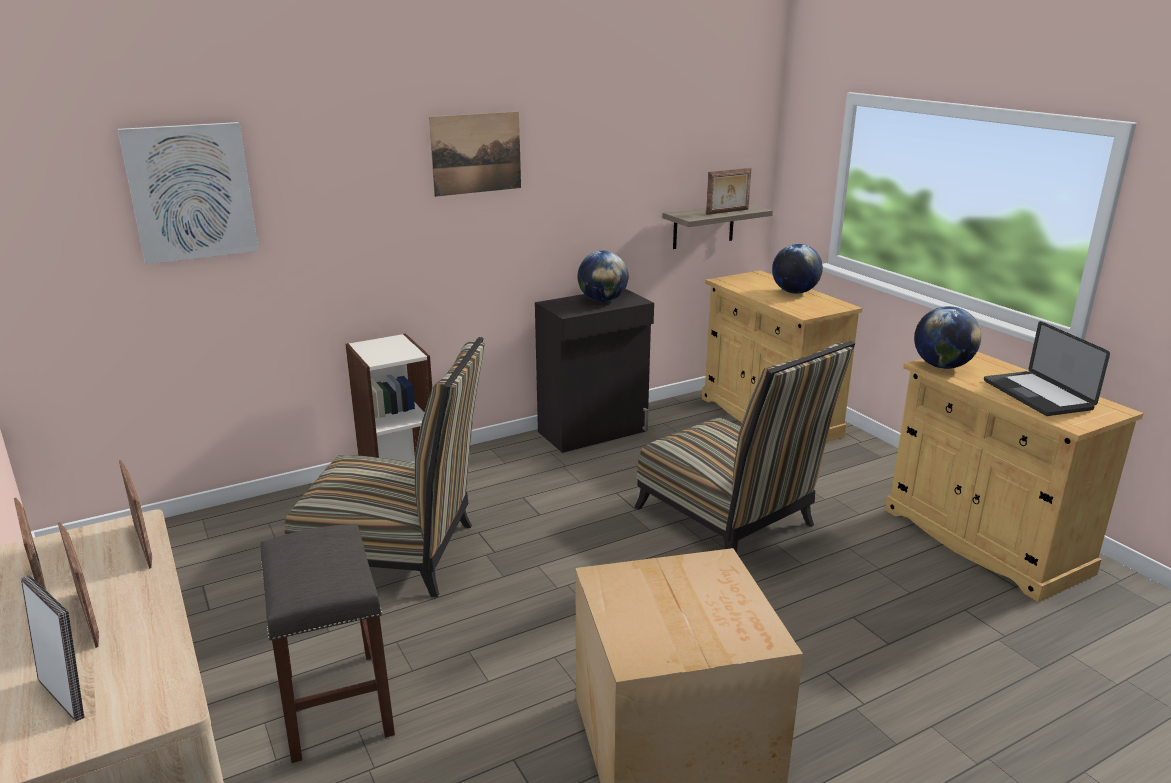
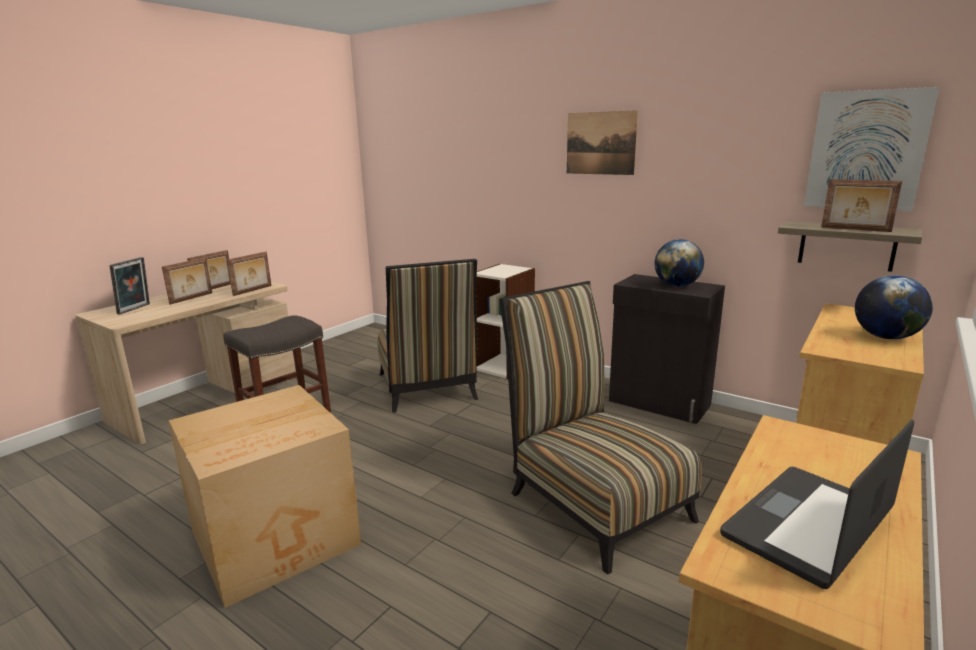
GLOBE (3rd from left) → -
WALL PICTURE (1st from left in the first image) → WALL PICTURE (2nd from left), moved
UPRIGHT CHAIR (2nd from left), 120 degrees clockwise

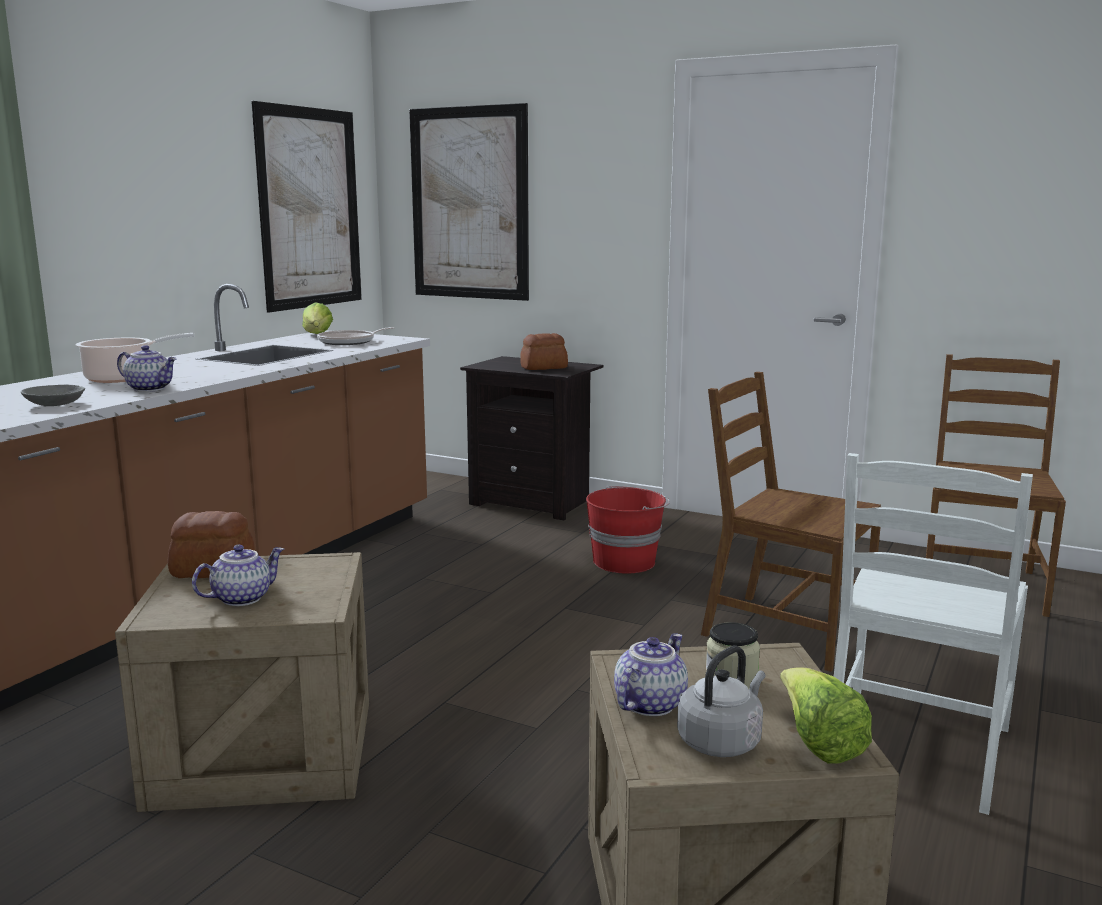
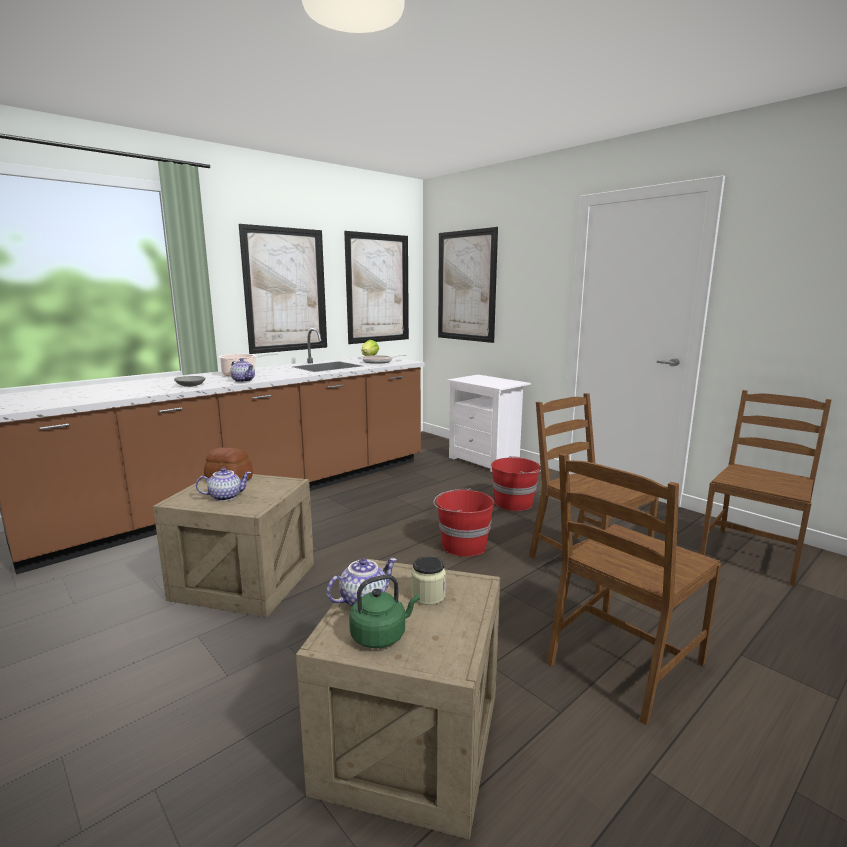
BREAD (2nd from left) → -
HEAD OF LETTUCE (2nd from left) → -
- → WALL PICTURE (1st from left)
- → REDDISH PAIL (1st from left)
BLACK NIGHT TABLE → WHITE-COLOURED NIGHT TABLE
GREYISH KETTLE → GREEN KETTLE
WHITE-COLOURED UPRIGHT CHAIR → BROWN-COLOURED UPRIGHT CHAIR (2nd from left)

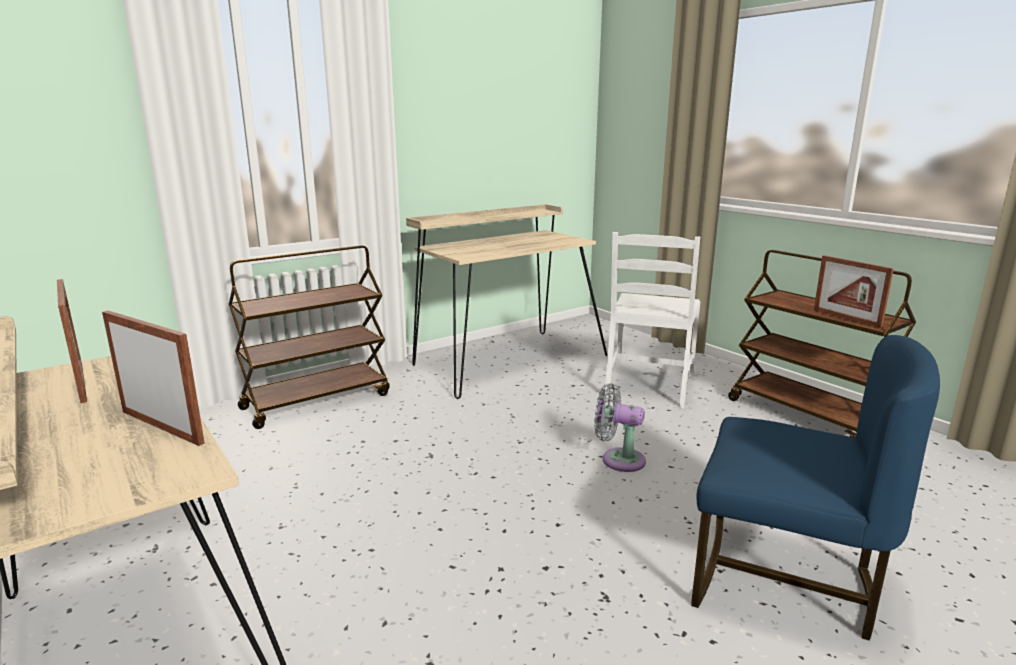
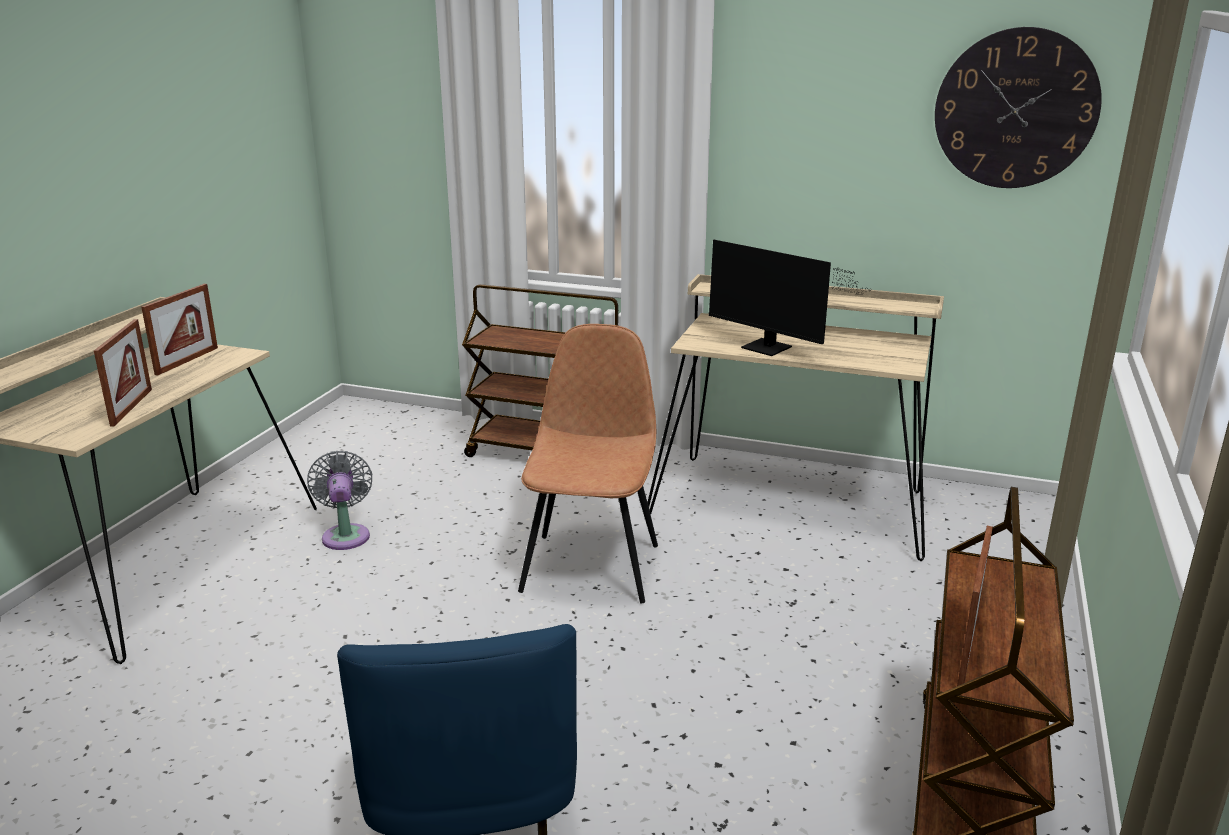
WHITE-COLOURED UPRIGHT CHAIR → -
- → BROWN-COLOURED UPRIGHT CHAIR
- → COMPUTER SCREEN
- → CLOCK ON THE WALL
GREYISH ELECTRIC FAN, moved

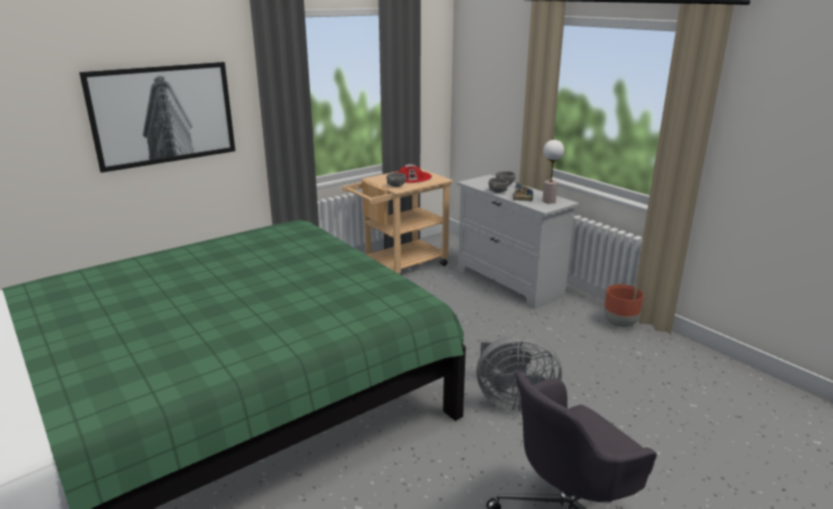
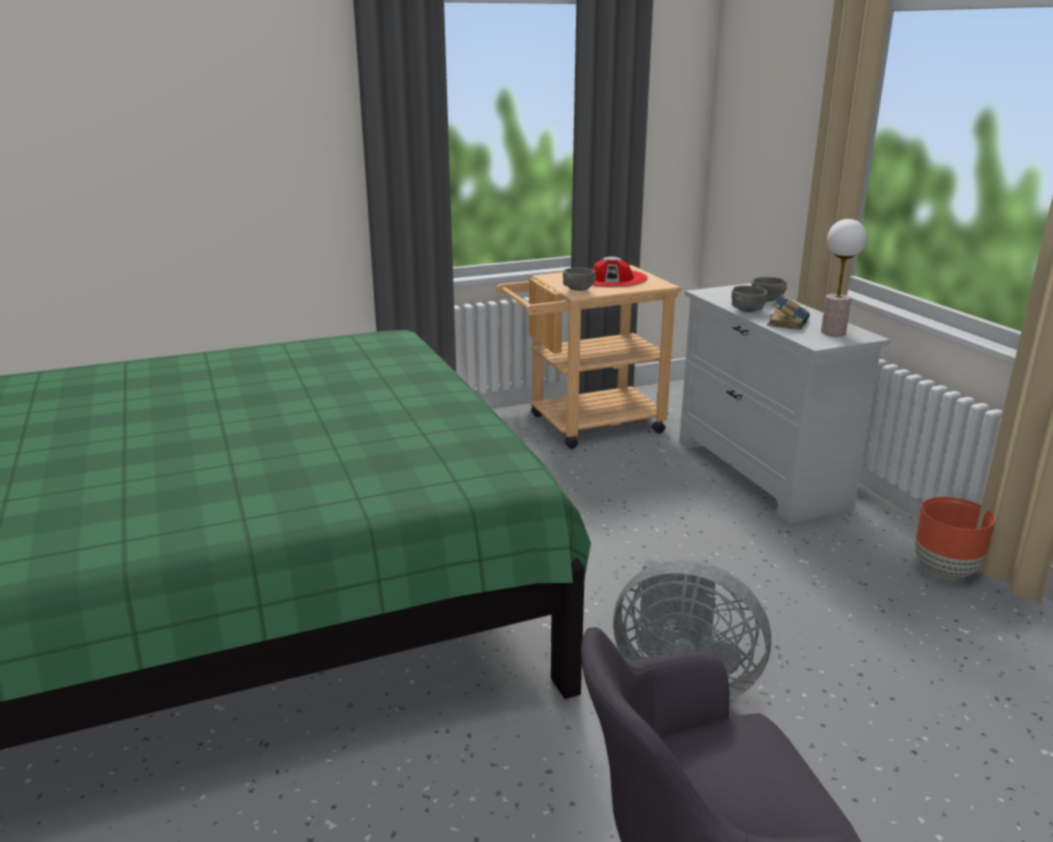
WALL PICTURE → -

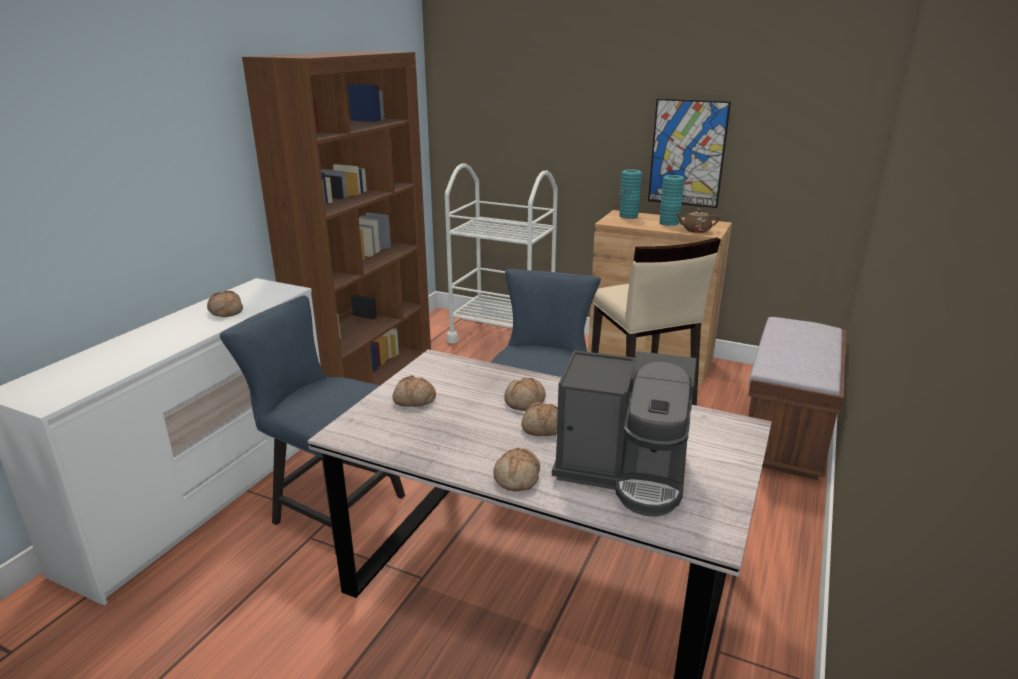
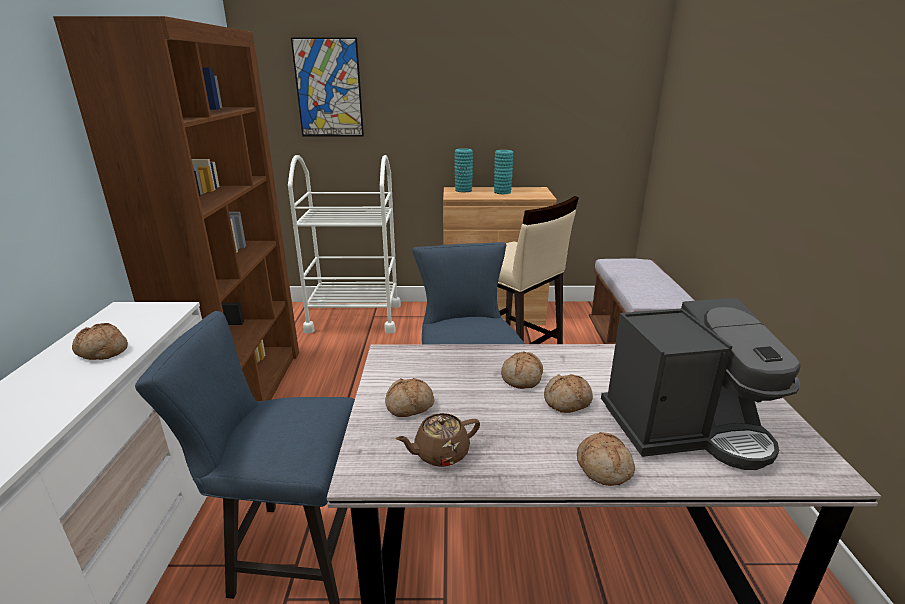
WALL PICTURE, moved
BROWN-COLOURED POT FOR TEA, moved

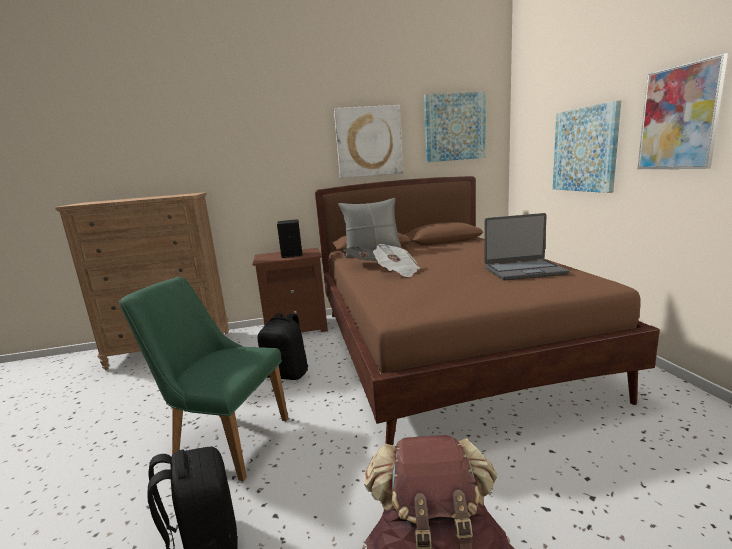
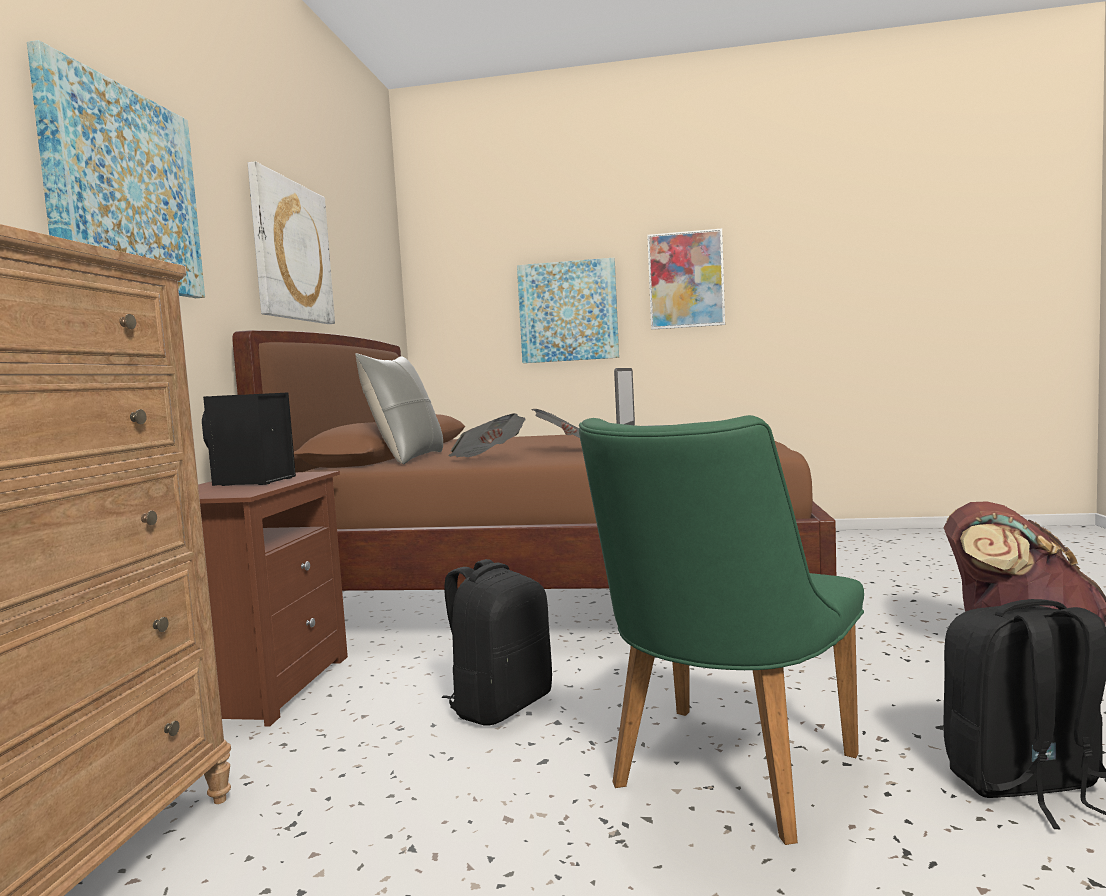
WALL PICTURE (2nd from left in the first image) → WALL PICTURE (1st from left), moved

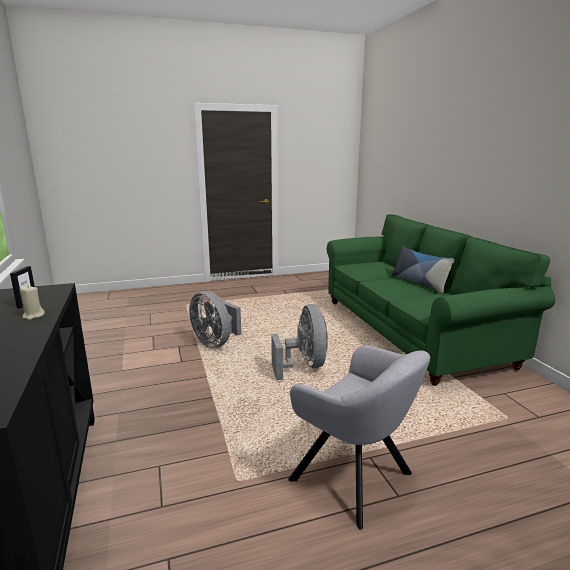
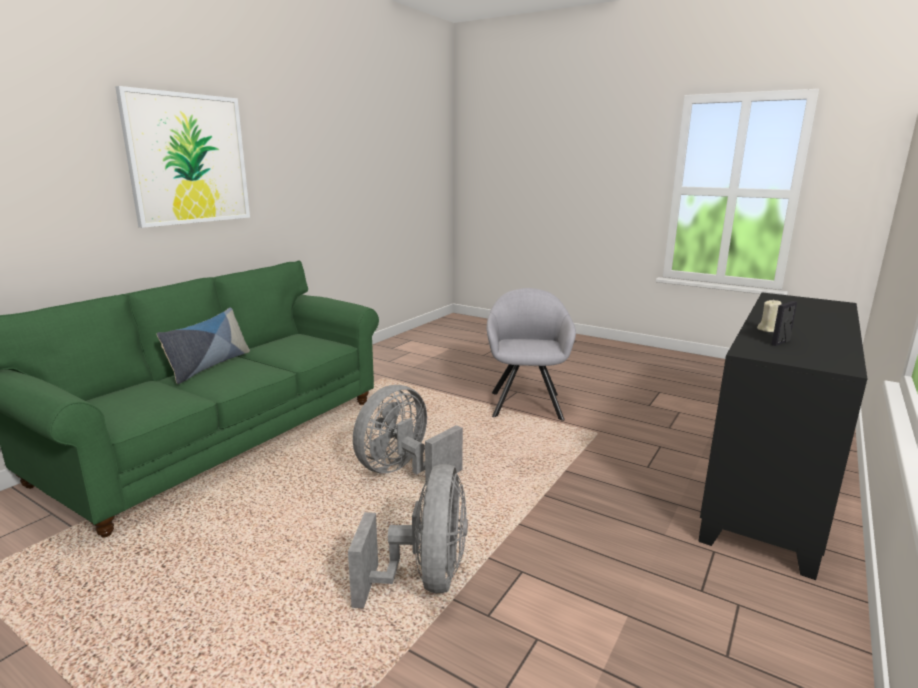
- → WALL PICTURE

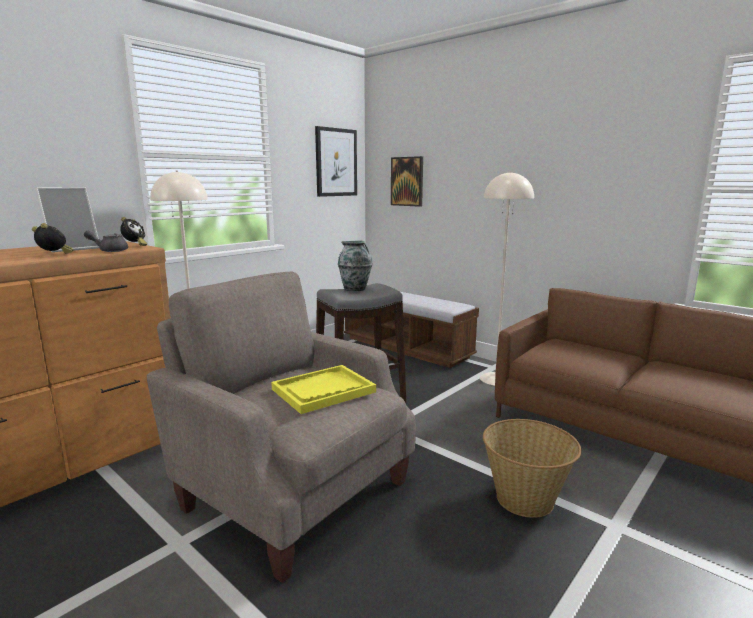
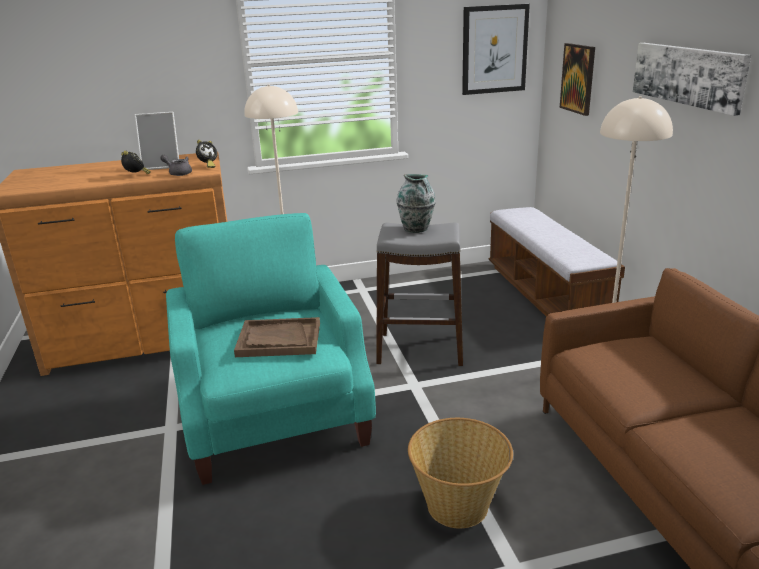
- → WALL PICTURE (3rd from left)
SAND-COLOURED ARMCHAIR → TURQUOISE-COLOURED ARMCHAIR
YELLOW-COLOURED CARRYING TRAY → BROWN-COLOURED CARRYING TRAY

